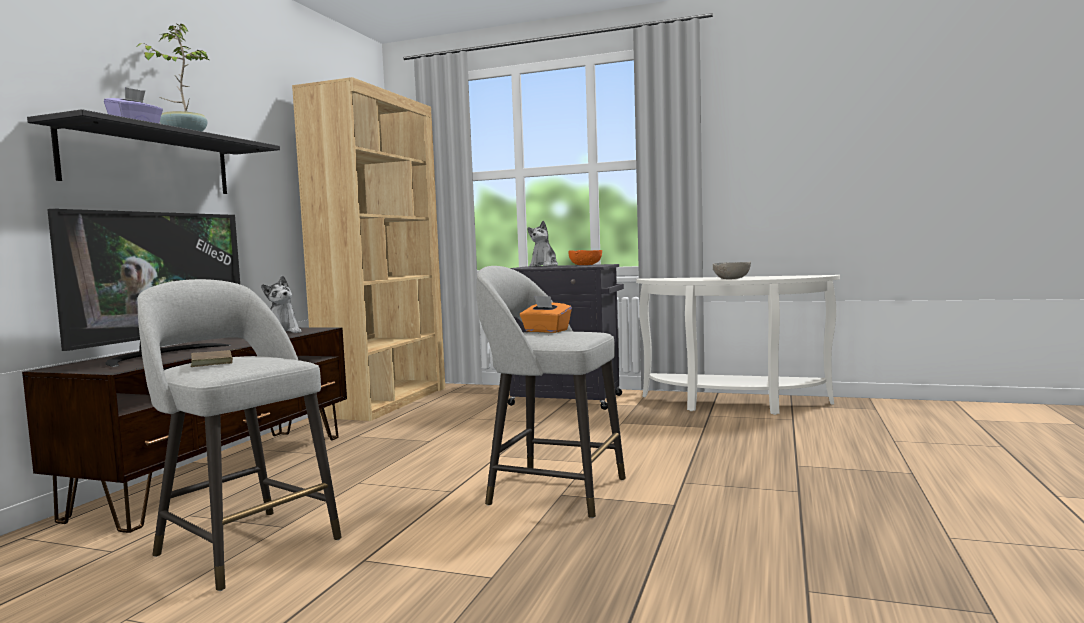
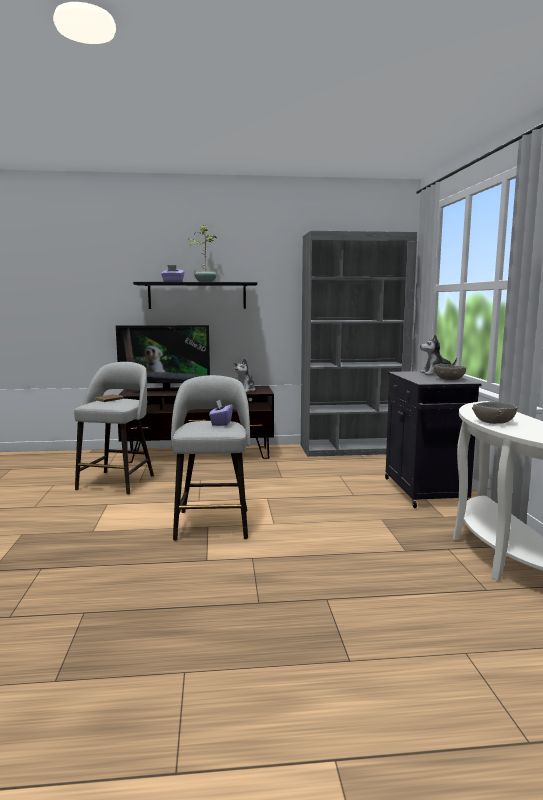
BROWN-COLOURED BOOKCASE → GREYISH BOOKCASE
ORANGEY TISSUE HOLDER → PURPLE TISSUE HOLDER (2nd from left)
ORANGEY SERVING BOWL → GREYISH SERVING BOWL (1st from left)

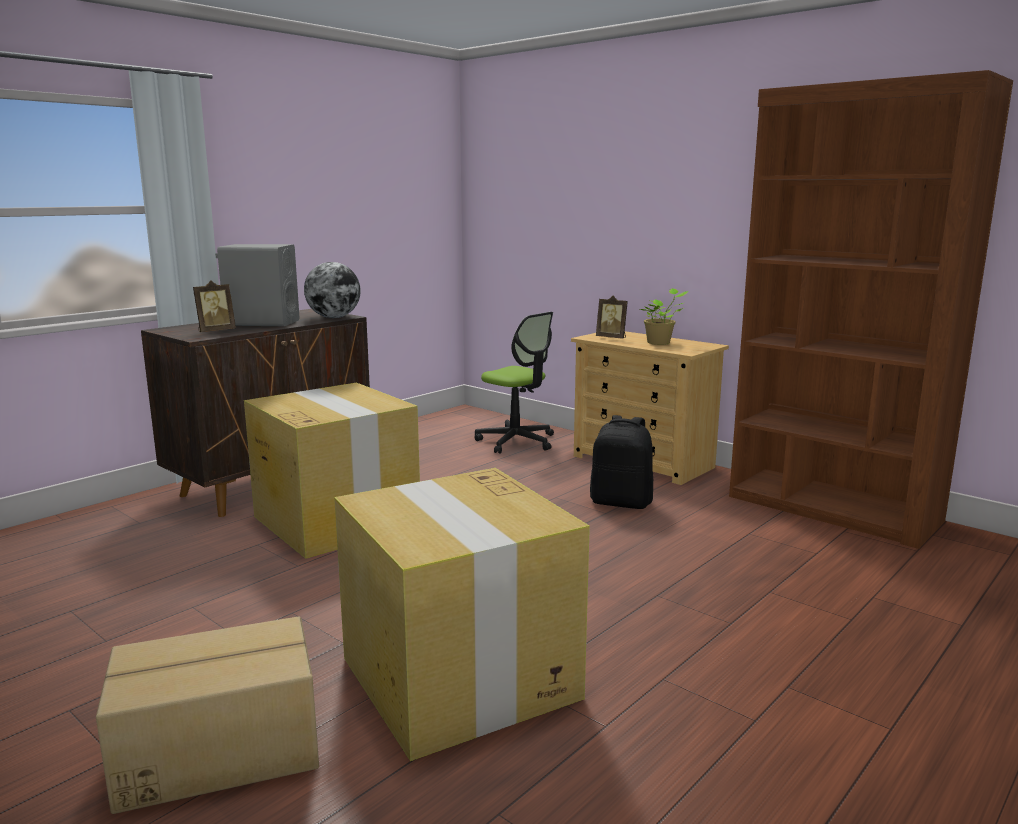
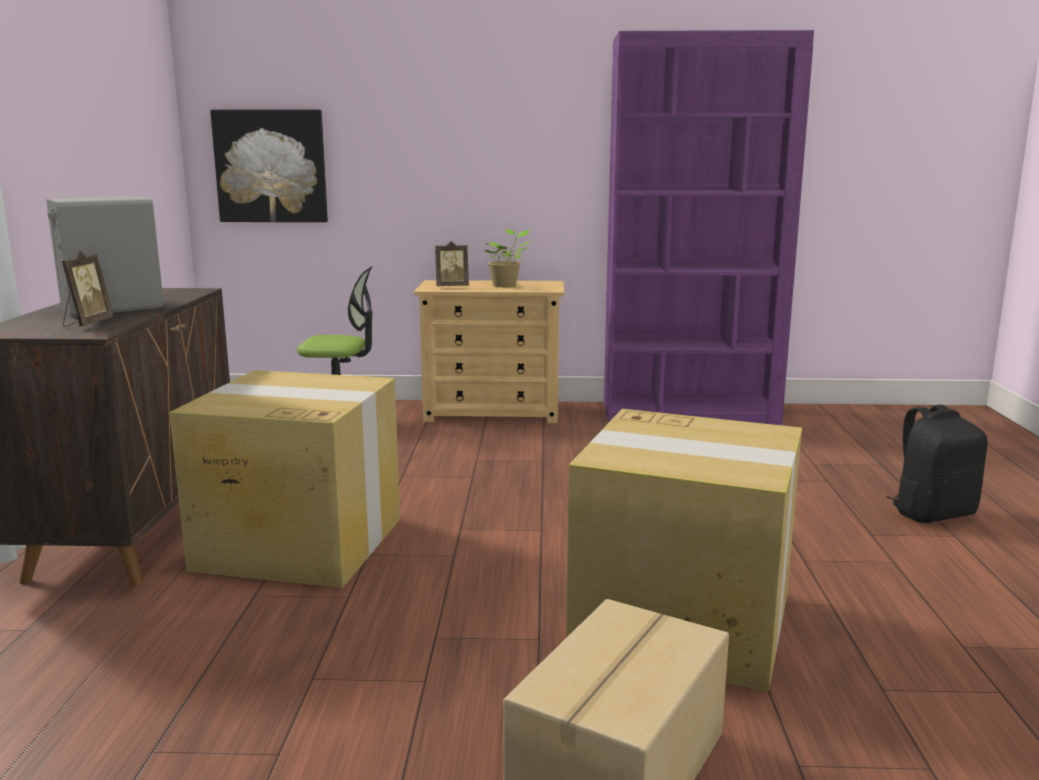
GLOBE → -
- → WALL PICTURE
BLACK RUCKSACK, moved
BROWN-COLOURED BOOKCASE → PURPLE BOOKCASE

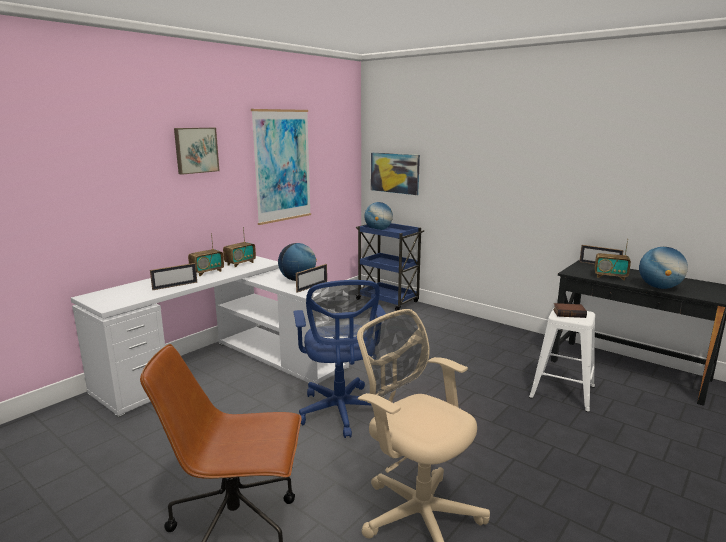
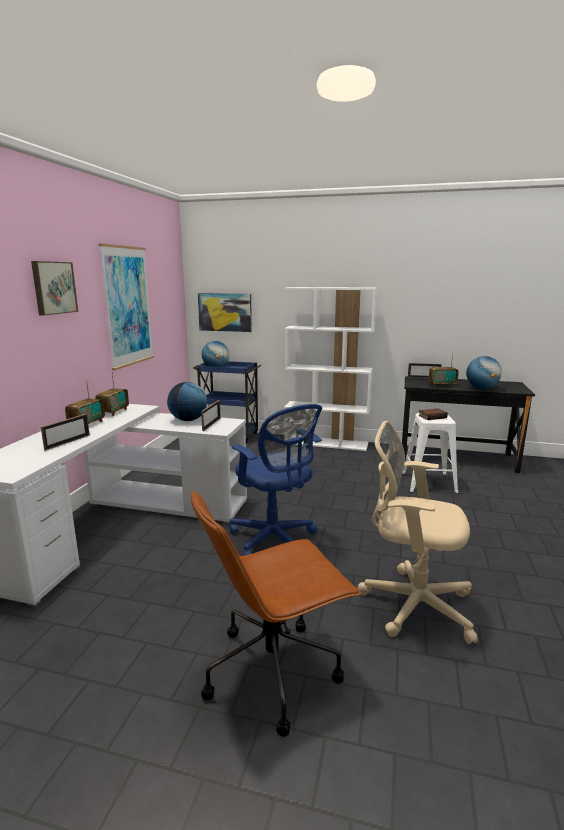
- → WHITE-COLOURED BOOKCASE

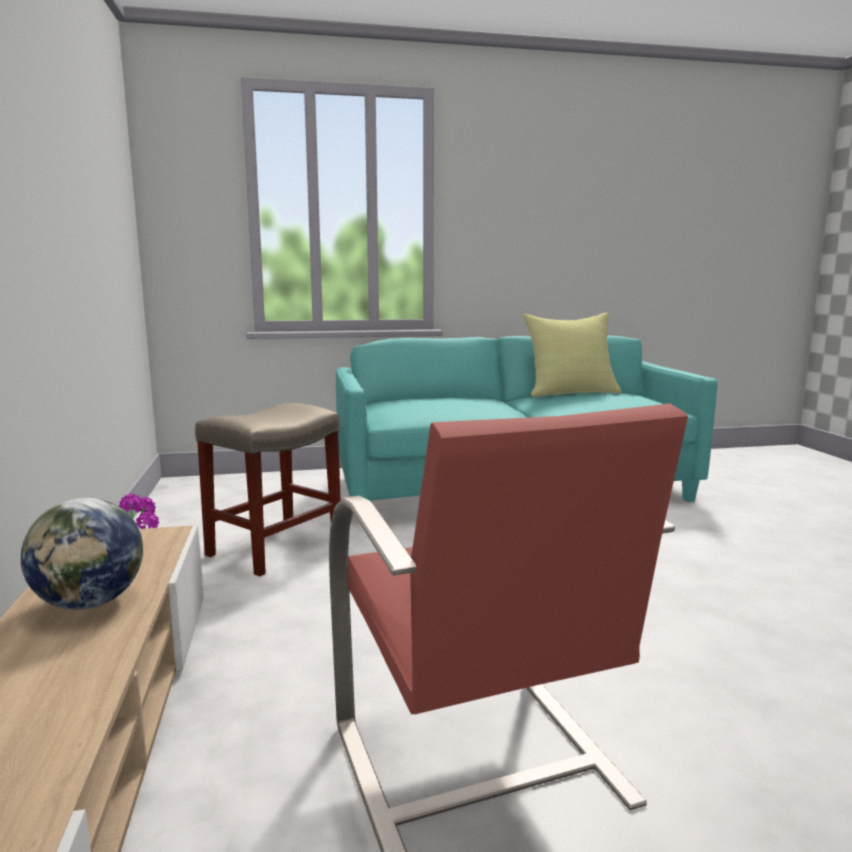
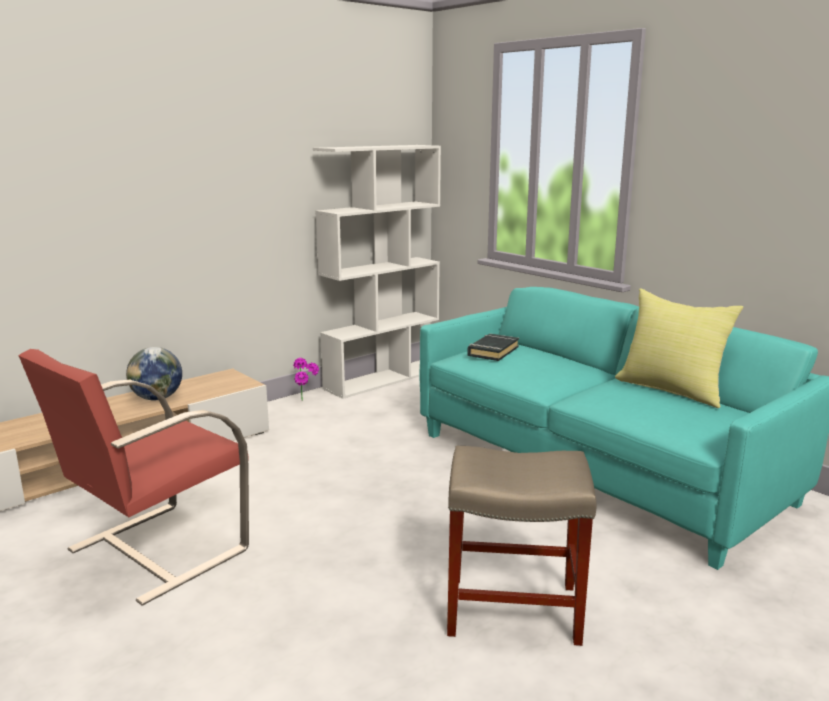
- → WHITE-COLOURED BOOKCASE
- → BLACK BOUND BOOK
SAND-COLOURED STOOL SEAT, moved

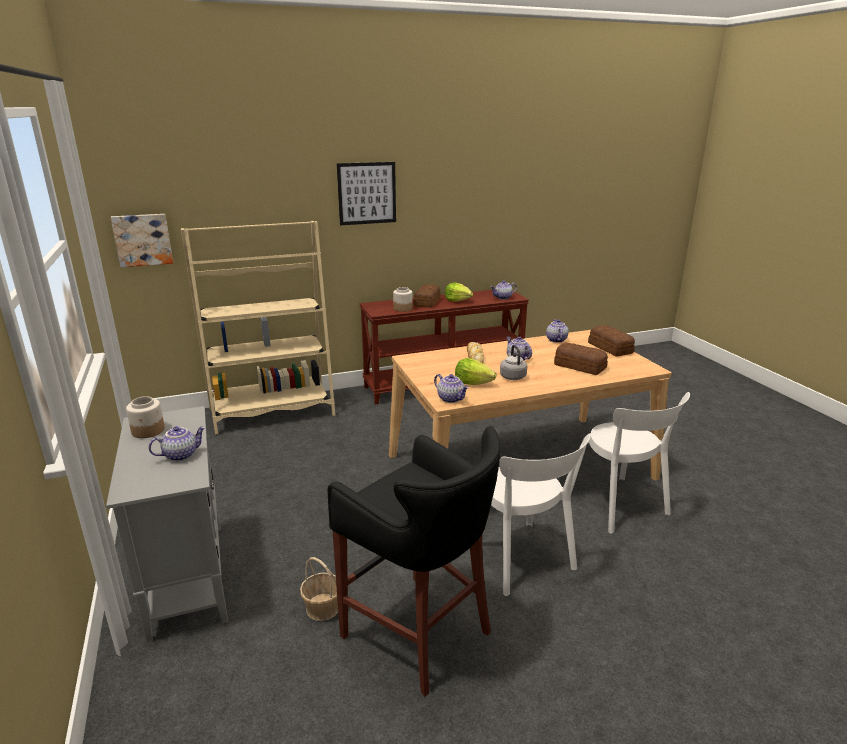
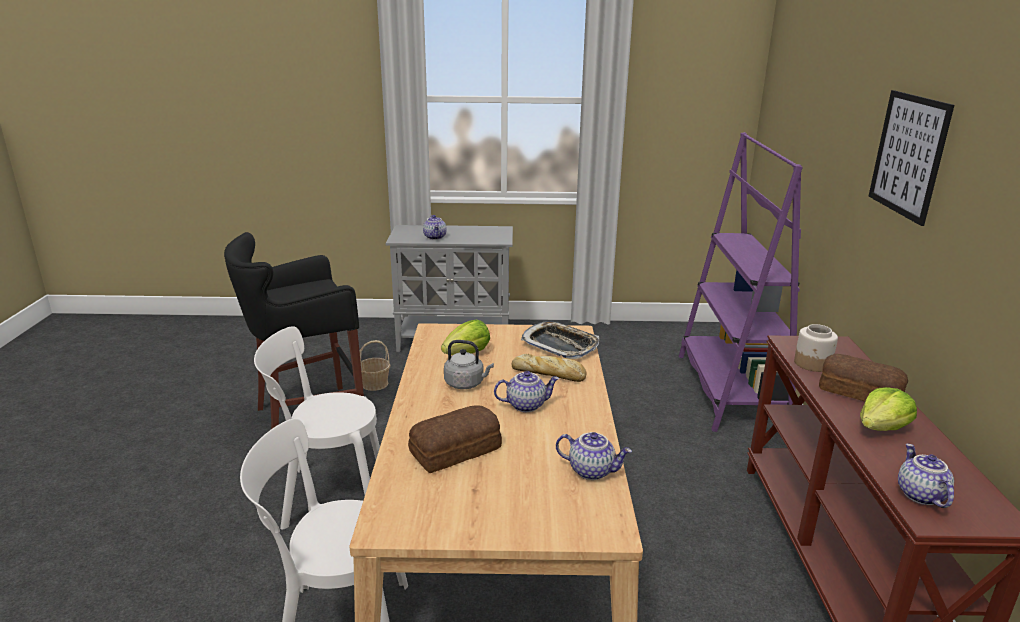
WALL PICTURE (1st from left) → -
PRESERVE JAR (1st from left) → -
POT FOR TEA (2nd from left) → -
BREAD (4th from left) → -
- → CARRYING TRAY
SAND-COLOURED BOOKCASE → PURPLE BOOKCASE

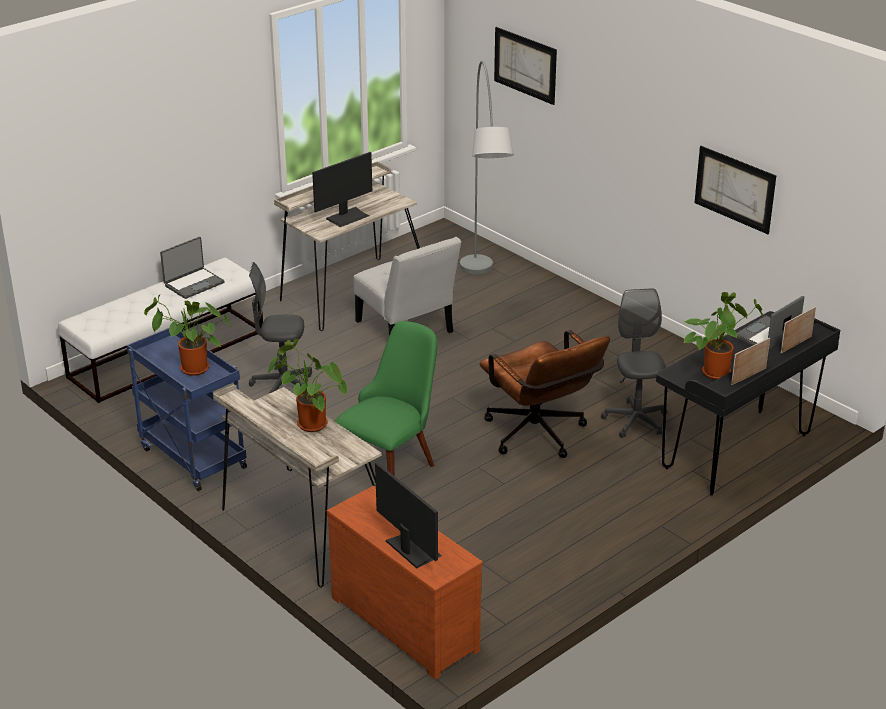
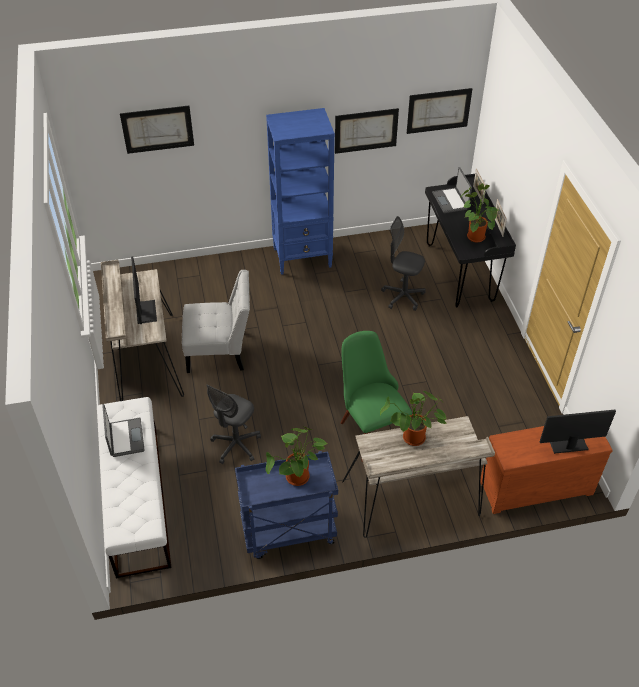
GREYISH STANDARD LAMP → -
BROWN-COLOURED DESK CHAIR → -
- → BLUE-COLOURED BOOKCASE
- → WALL PICTURE (3rd from left)

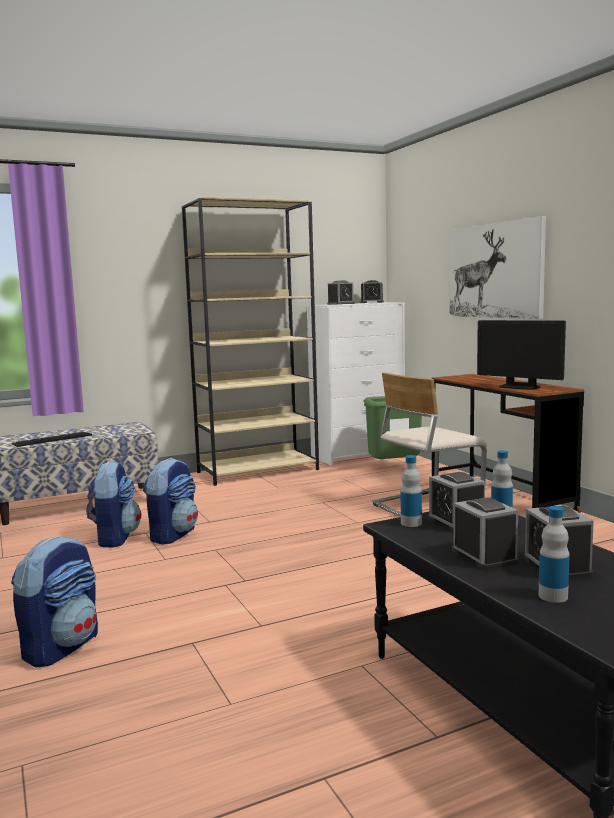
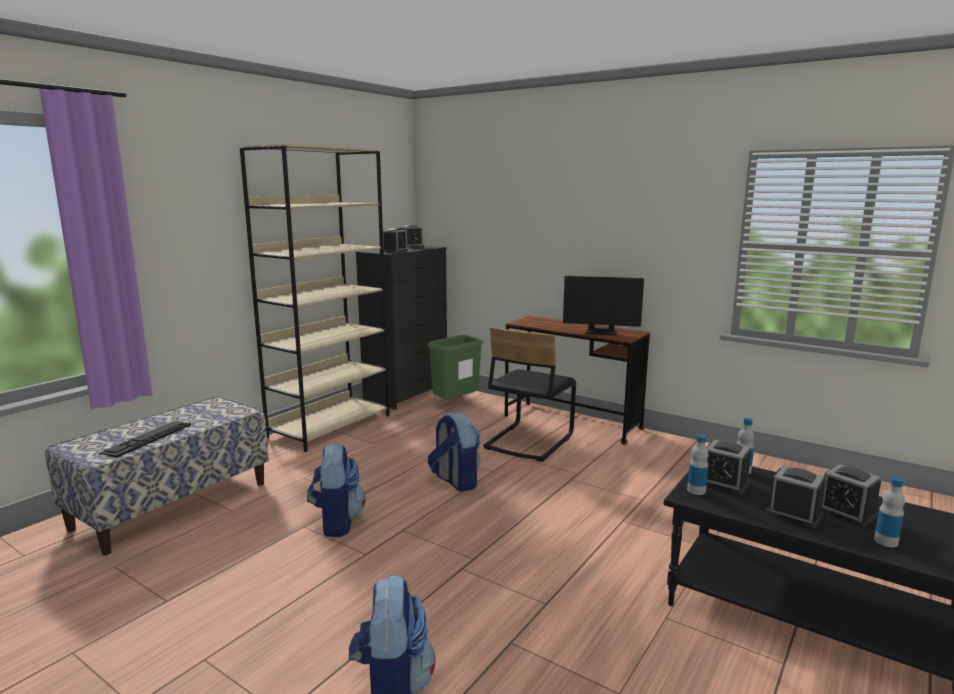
WALL PICTURE → -
RUCKSACK (2nd from left in the first image) → RUCKSACK (3rd from left), moved
WHITE-COLOURED DRAWER CHEST → BLACK DRAWER CHEST
SAND-COLOURED UPRIGHT CHAIR → BLACK UPRIGHT CHAIR

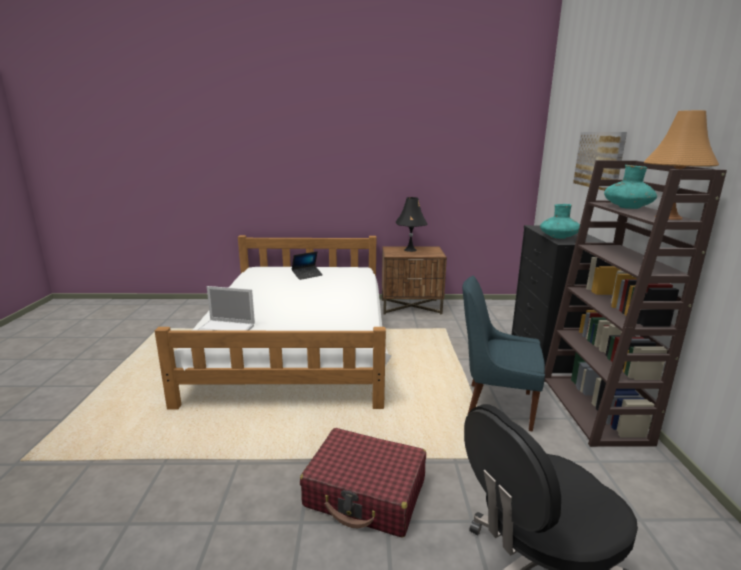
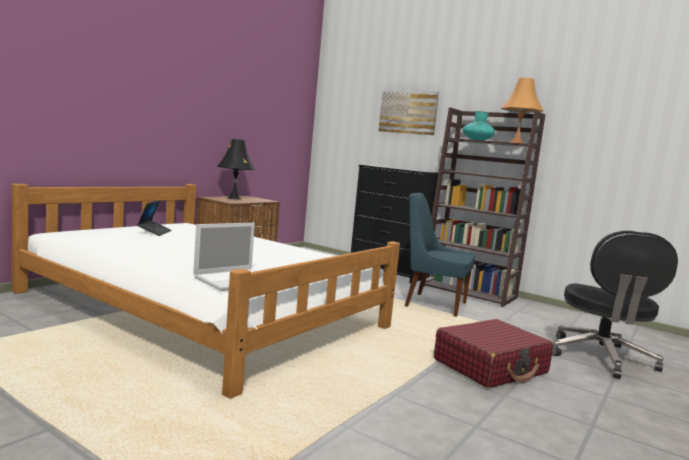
TURQUOISE-COLOURED FLOWER VASE (1st from left) → -
BLUE-COLOURED UPRIGHT CHAIR, 60 degrees clockwise

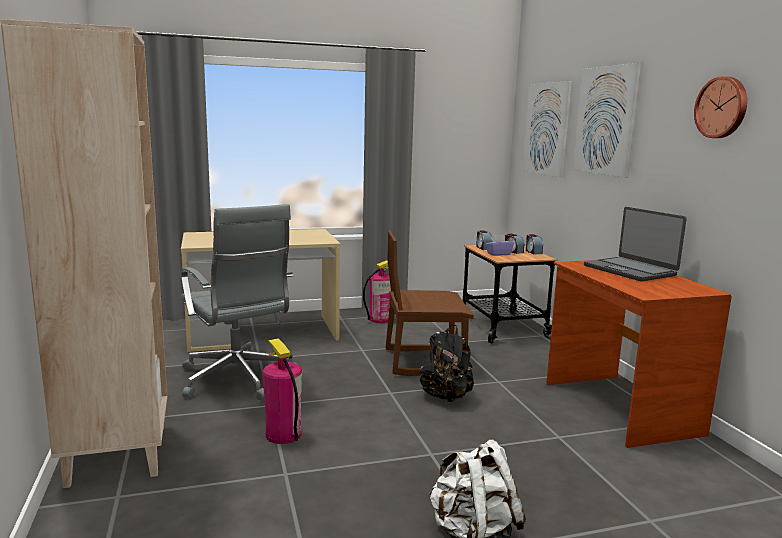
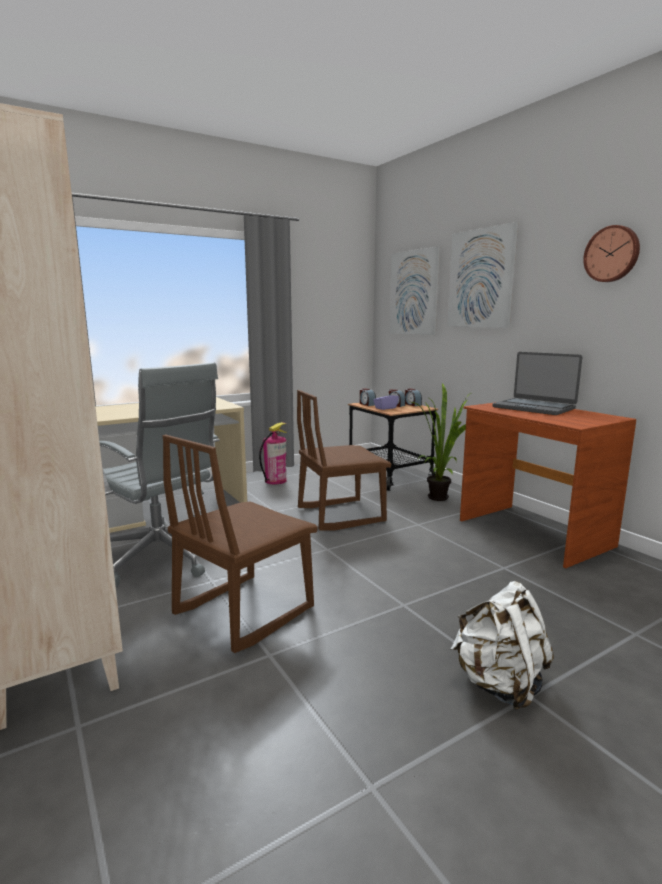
BLACK RUCKSACK → -
- → POTTED PLANT
EXTINGUISHER (1st from left) → BROWN-COLOURED UPRIGHT CHAIR (1st from left)

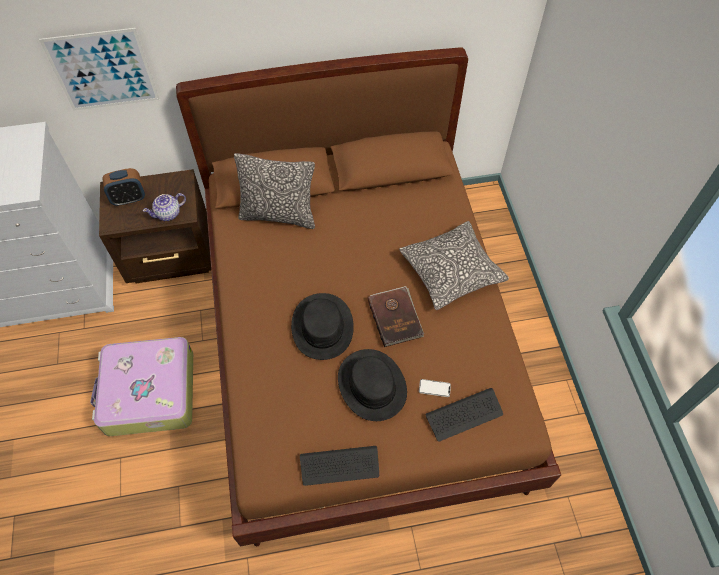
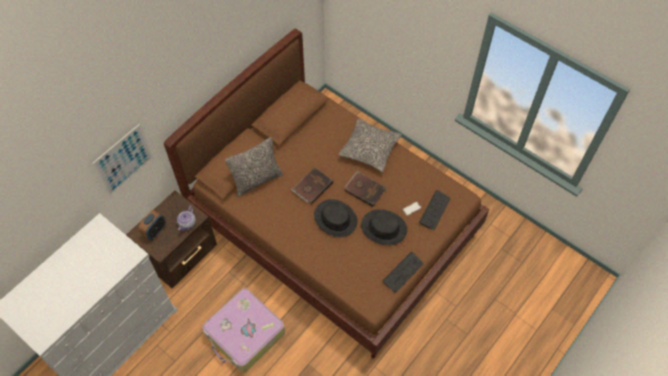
- → BROWN-COLOURED BOUND BOOK (1st from left)

